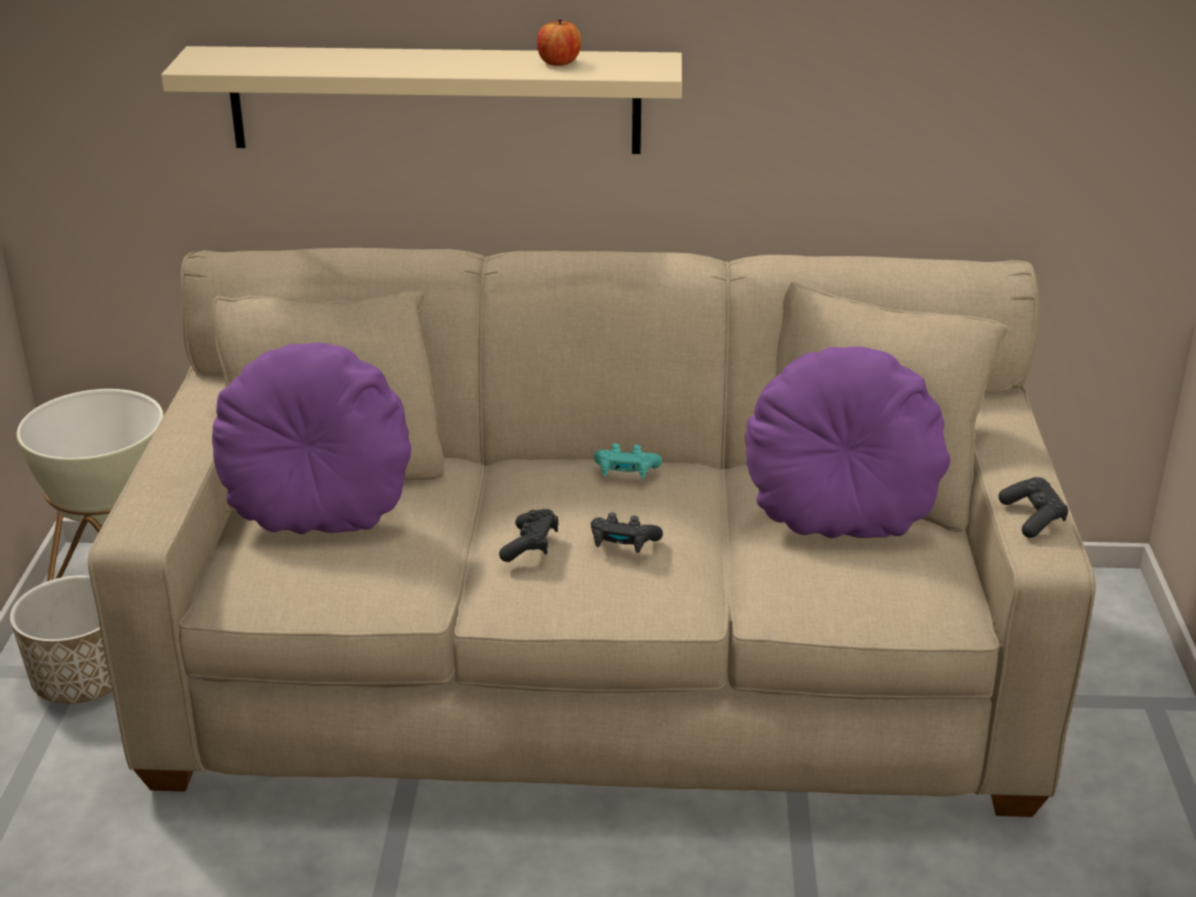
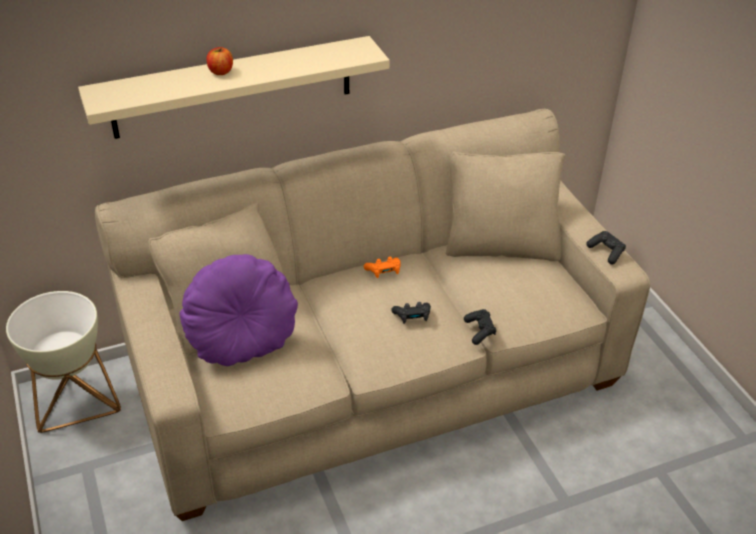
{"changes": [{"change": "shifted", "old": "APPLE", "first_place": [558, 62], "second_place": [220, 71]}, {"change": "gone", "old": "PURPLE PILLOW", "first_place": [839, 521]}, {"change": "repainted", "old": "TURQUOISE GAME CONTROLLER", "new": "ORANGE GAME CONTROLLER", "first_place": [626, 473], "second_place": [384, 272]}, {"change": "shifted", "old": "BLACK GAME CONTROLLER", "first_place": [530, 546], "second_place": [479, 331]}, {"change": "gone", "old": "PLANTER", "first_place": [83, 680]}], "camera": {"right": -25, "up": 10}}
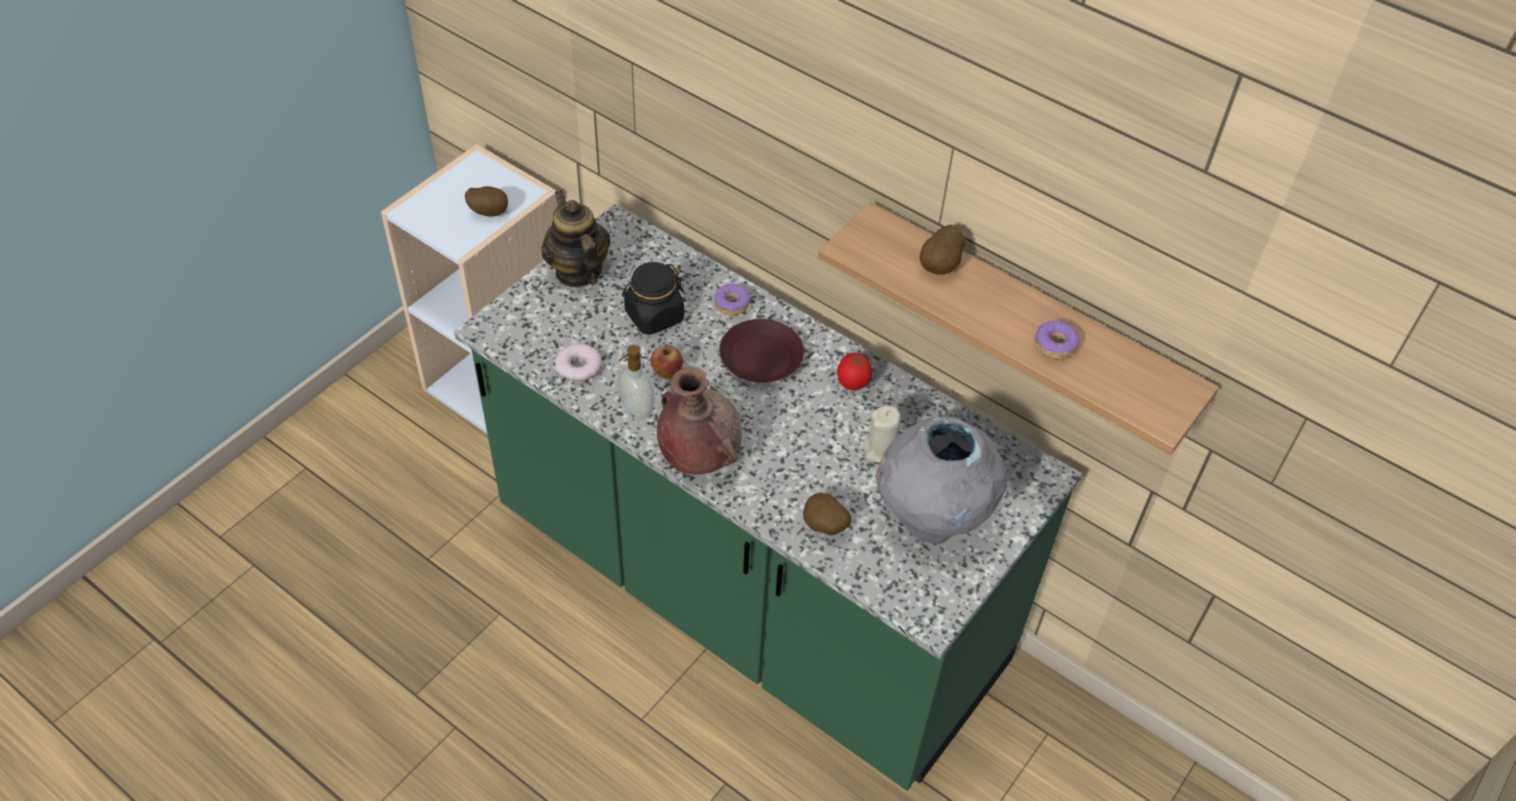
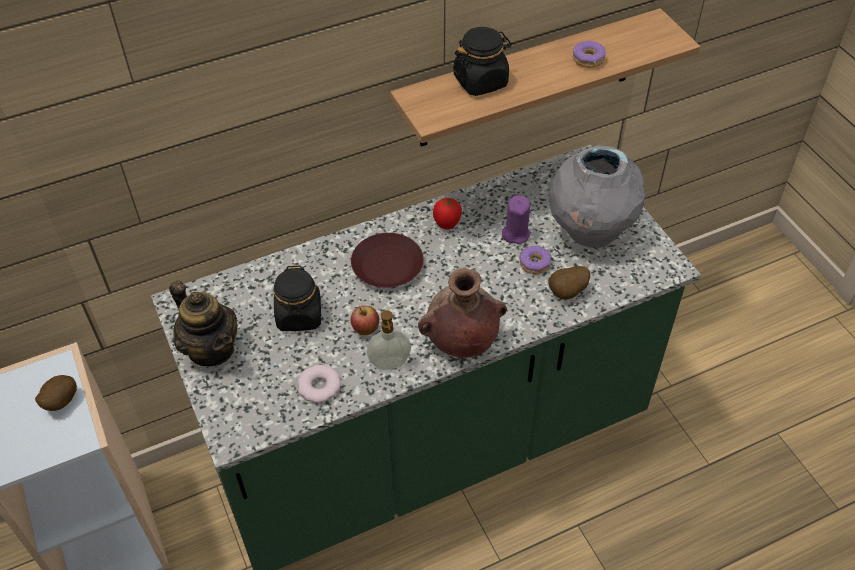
{"changes": [{"change": "rotated", "old": "TEAPOT", "first_place": [578, 271], "second_place": [211, 349], "degrees": -135}, {"change": "swapped", "old": "POTATO", "new": "BLACK JAR", "first_place": [941, 266], "second_place": [481, 81]}, {"change": "shifted", "old": "DONUT", "first_place": [731, 305], "second_place": [535, 264]}, {"change": "repainted", "old": "BEIGE CANDLE", "new": "PURPLE CANDLE", "first_place": [881, 449], "second_place": [515, 233]}], "camera": {"right": -60, "up": 0}}
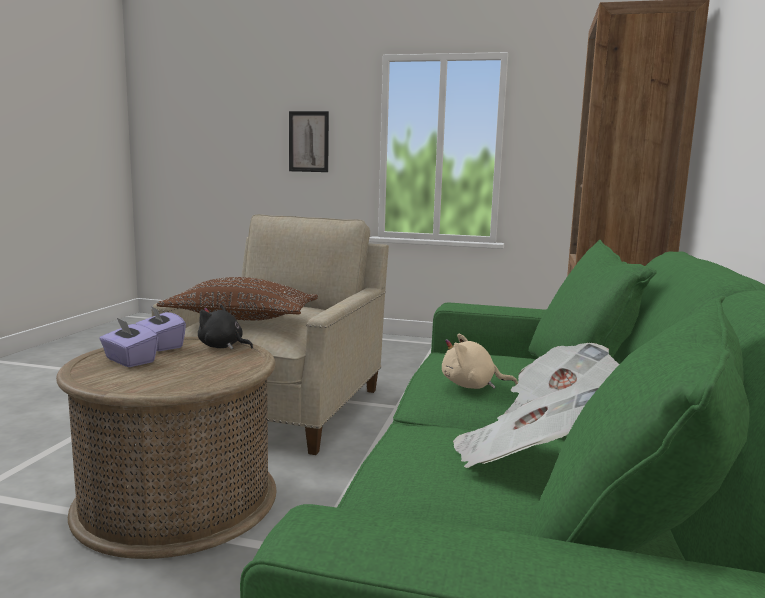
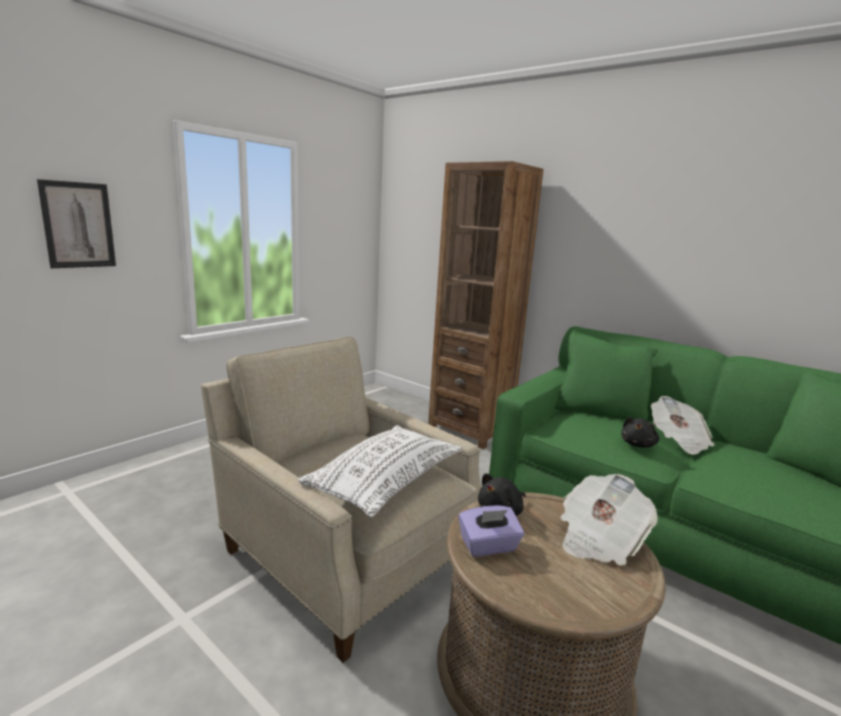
{"changes": [{"change": "repainted", "old": "BROWN PILLOW", "new": "WHITE PILLOW", "first_place": [241, 318], "second_place": [386, 482]}, {"change": "gone", "old": "PURPLE TISSUE BOX", "first_place": [129, 361]}, {"change": "repainted", "old": "BEIGE PLUSH TOY", "new": "BLACK PLUSH TOY", "first_place": [472, 386], "second_place": [638, 444]}, {"change": "shifted", "old": "NEWSPAPER", "first_place": [519, 460], "second_place": [599, 539]}], "camera": {"right": -65, "up": 5}}
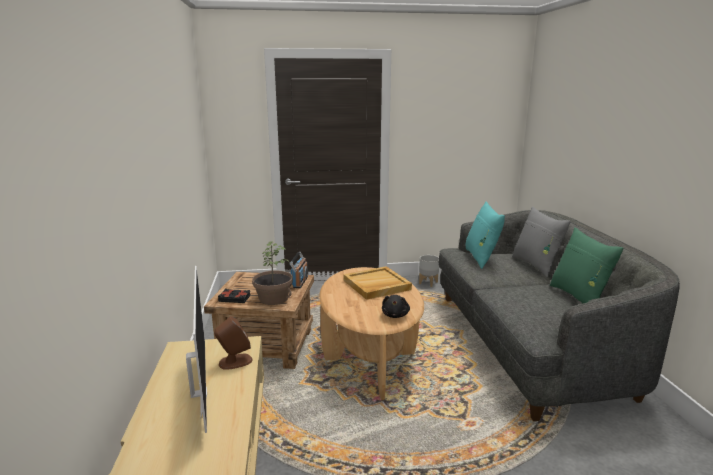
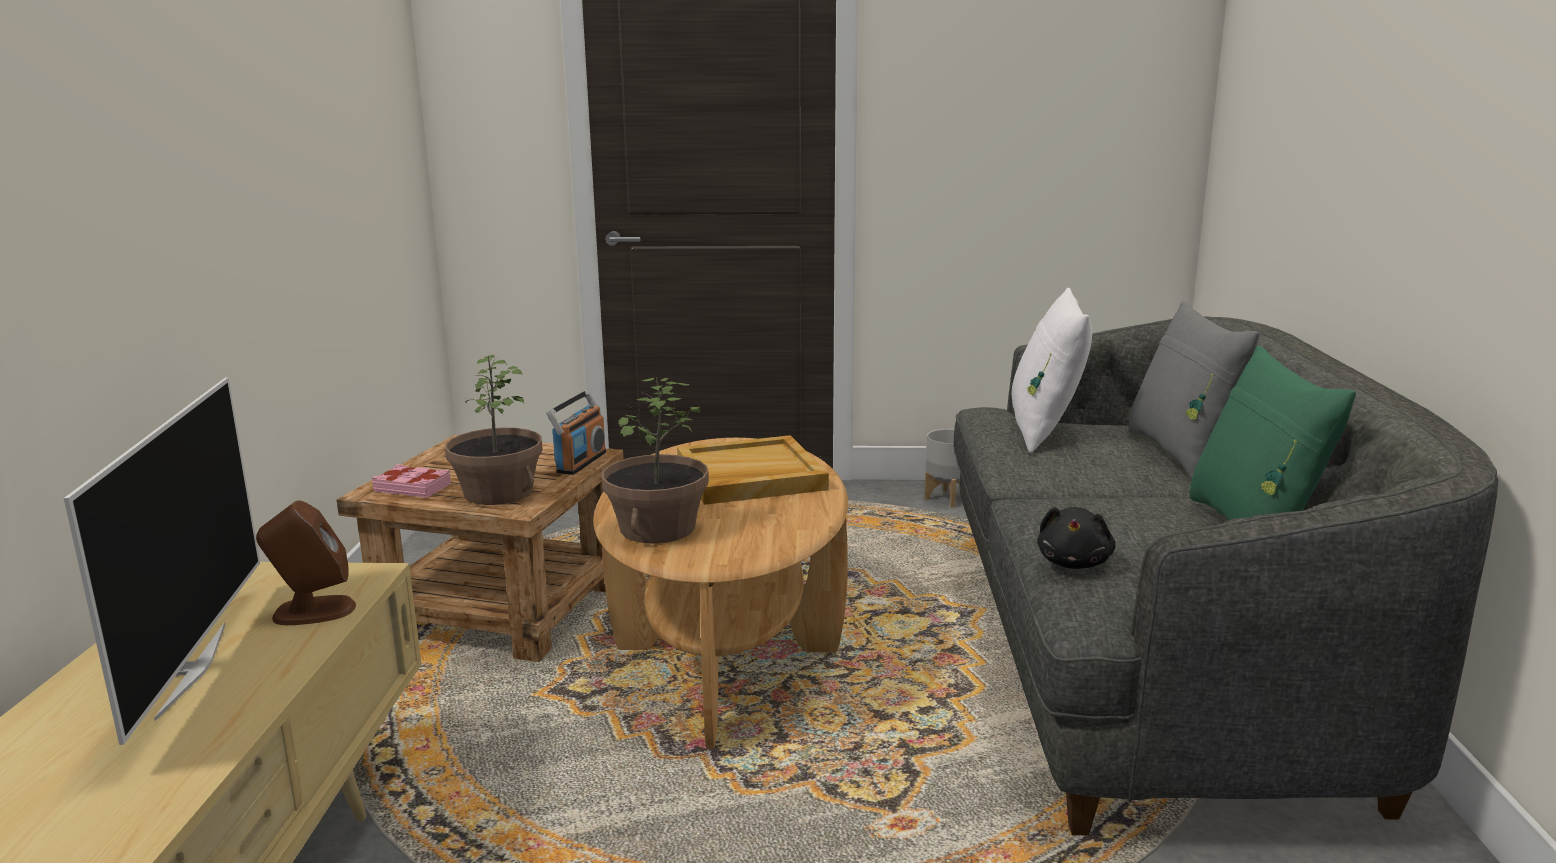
{"changes": [{"change": "repainted", "old": "TURQUOISE PILLOW", "new": "WHITE PILLOW", "first_place": [481, 258], "second_place": [1045, 431]}, {"change": "repainted", "old": "BLACK BOOK", "new": "PINK BOOK", "first_place": [234, 298], "second_place": [413, 487]}, {"change": "shifted", "old": "BLACK PLUSH TOY", "first_place": [395, 315], "second_place": [1074, 563]}, {"change": "new", "new": "POTTED PLANT", "second_place": [656, 528]}], "camera": {"right": 10, "up": 0}}
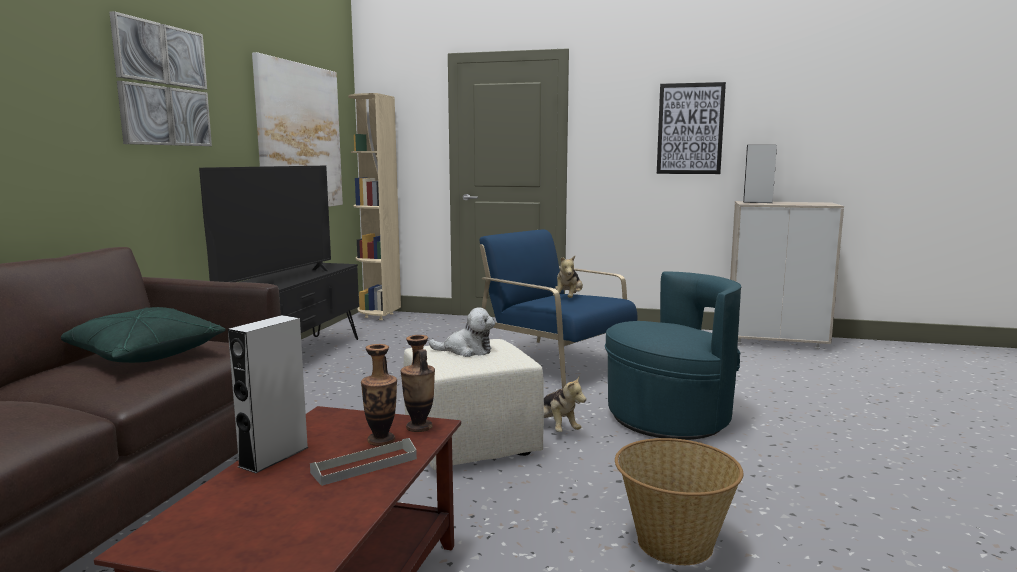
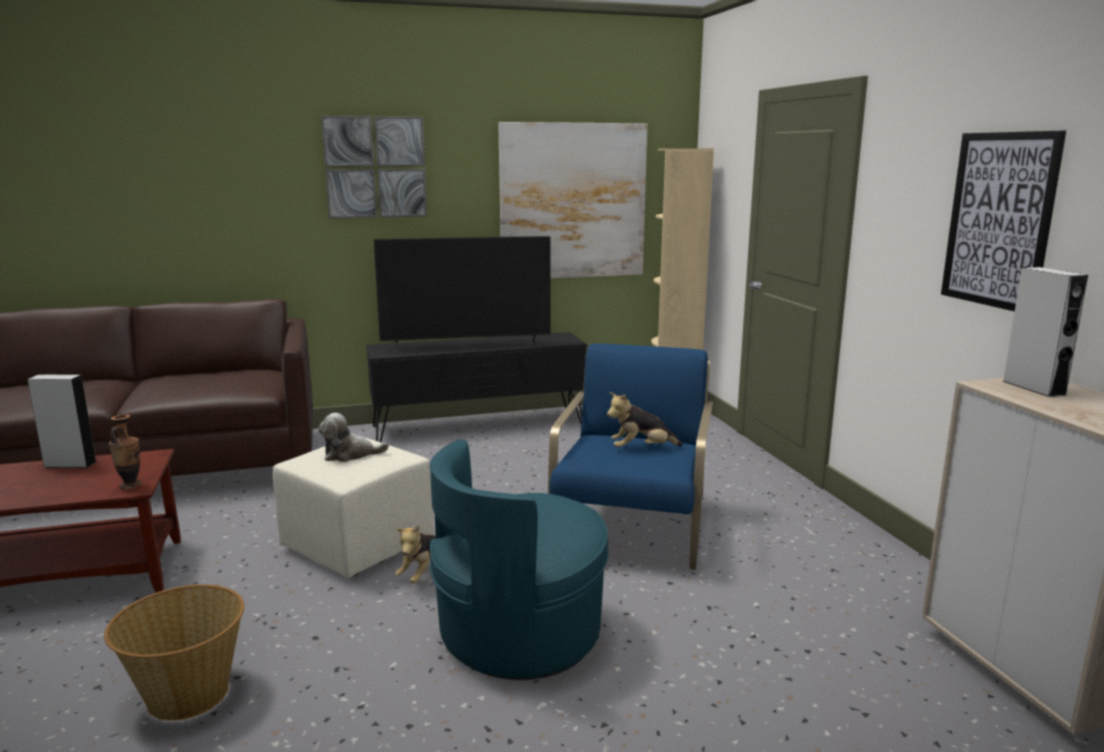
{"changes": [{"change": "rotated", "old": "TURQUOISE ARMCHAIR", "first_place": [667, 417], "second_place": [520, 632], "degrees": 105}, {"change": "gone", "old": "GREEN PILLOW", "first_place": [143, 355]}, {"change": "rotated", "old": "PLUSH TOY", "first_place": [466, 351], "second_place": [350, 454], "degrees": 105}, {"change": "gone", "old": "VASE", "first_place": [381, 440]}, {"change": "gone", "old": "GREY TRAY", "first_place": [364, 466]}], "camera": {"right": 60, "up": 5}}
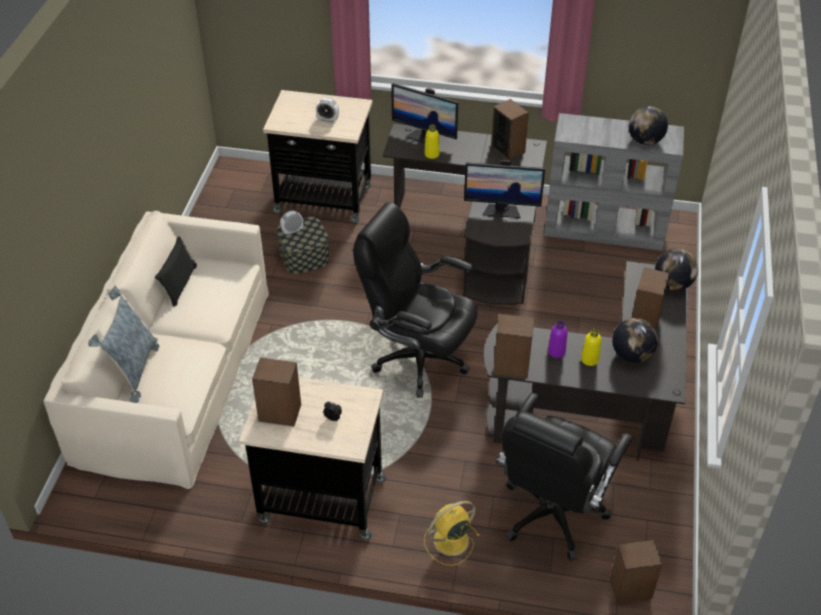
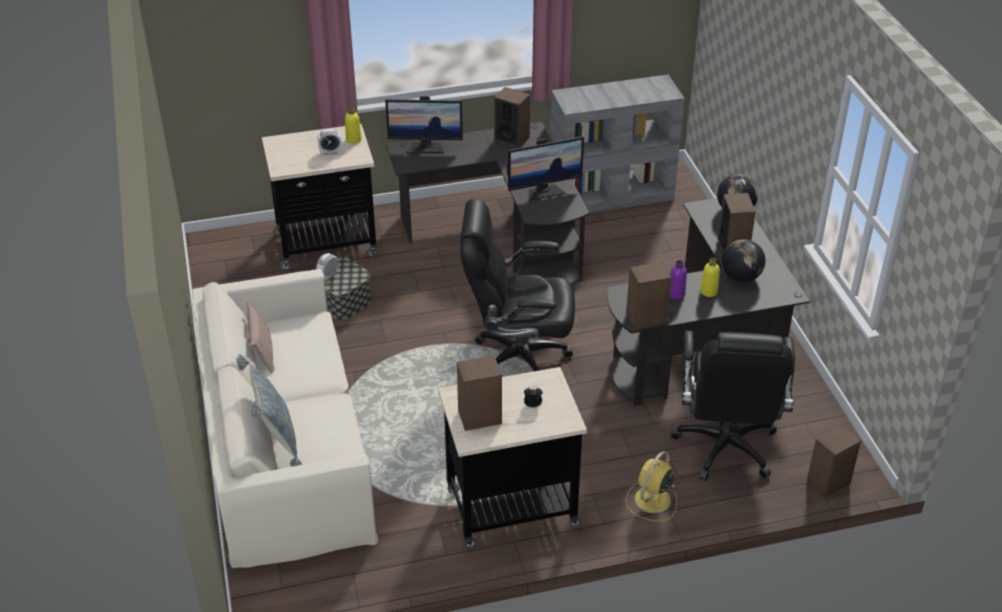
{"changes": [{"change": "gone", "old": "GLOBE", "first_place": [645, 141]}, {"change": "shifted", "old": "YELLOW BOTTLE", "first_place": [432, 154], "second_place": [353, 139]}, {"change": "repainted", "old": "BLACK PILLOW", "new": "BEIGE PILLOW", "first_place": [179, 284], "second_place": [262, 352]}], "camera": {"right": -25, "up": -5}}
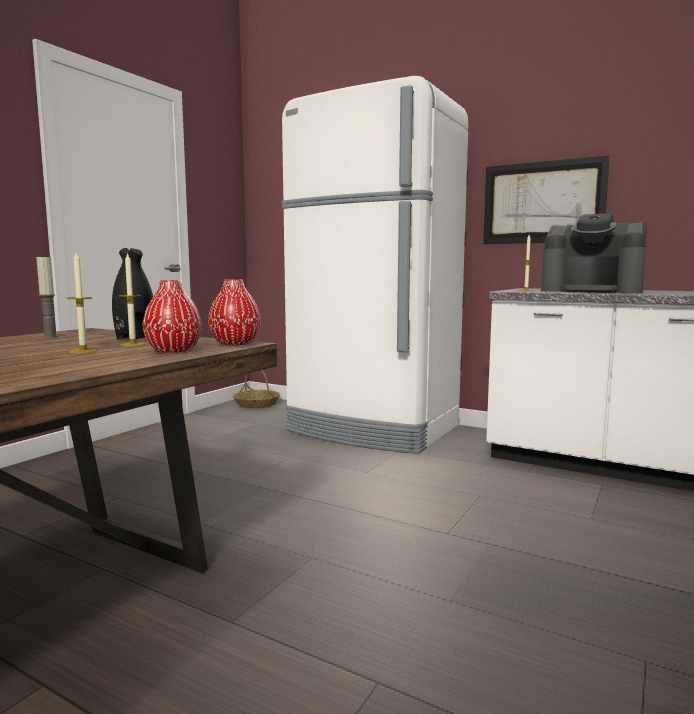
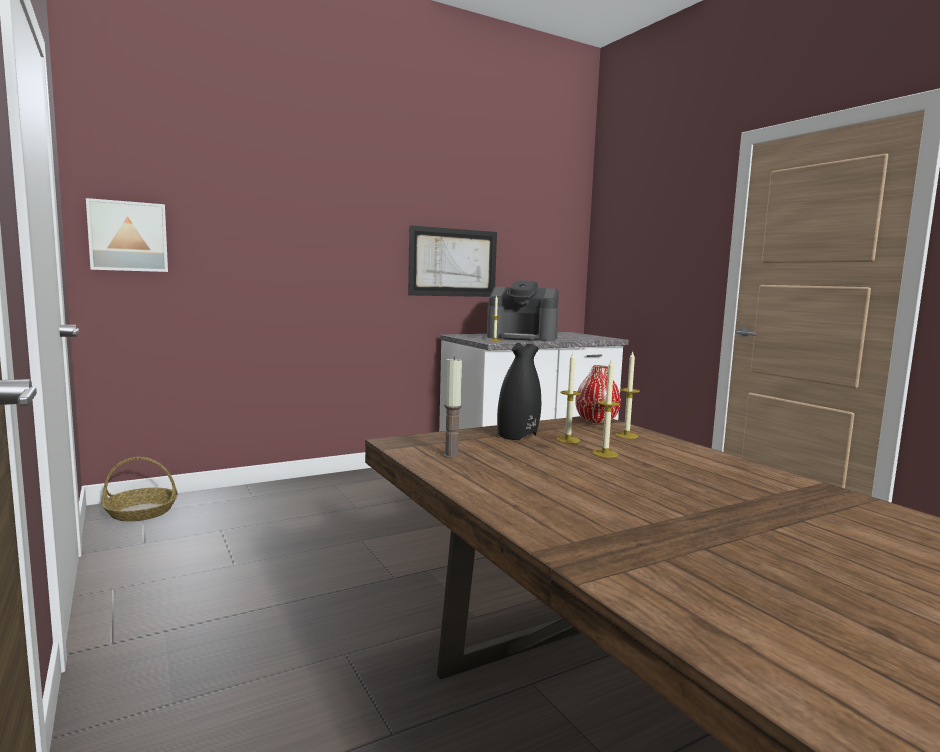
{"changes": [{"change": "gone", "old": "WHITE FRIDGE", "first_place": [373, 429]}, {"change": "rotated", "old": "COFFEE MACHINE", "first_place": [592, 291], "second_place": [522, 337], "degrees": 45}, {"change": "swapped", "old": "RED VASE", "new": "CANDLE", "first_place": [173, 351], "second_place": [626, 435]}, {"change": "new", "new": "PICTURE", "second_place": [128, 236]}], "camera": {"right": -60, "up": 0}}
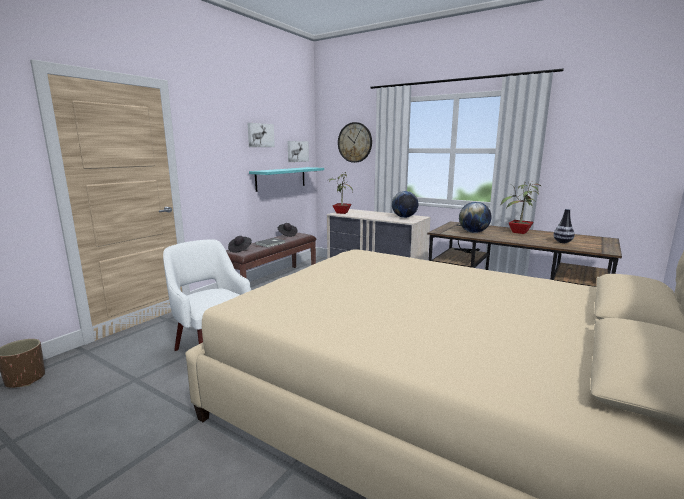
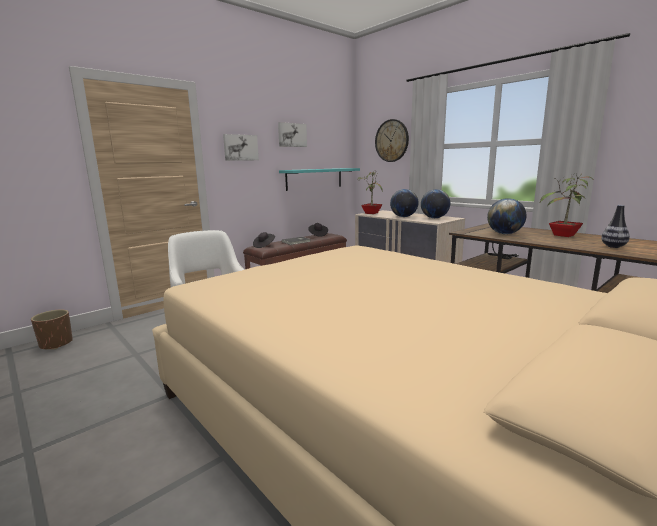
{"changes": [{"change": "shifted", "old": "PICTURE", "first_place": [297, 151], "second_place": [240, 147]}, {"change": "new", "new": "GLOBE", "second_place": [403, 217]}], "camera": {"right": 15, "up": 0}}
